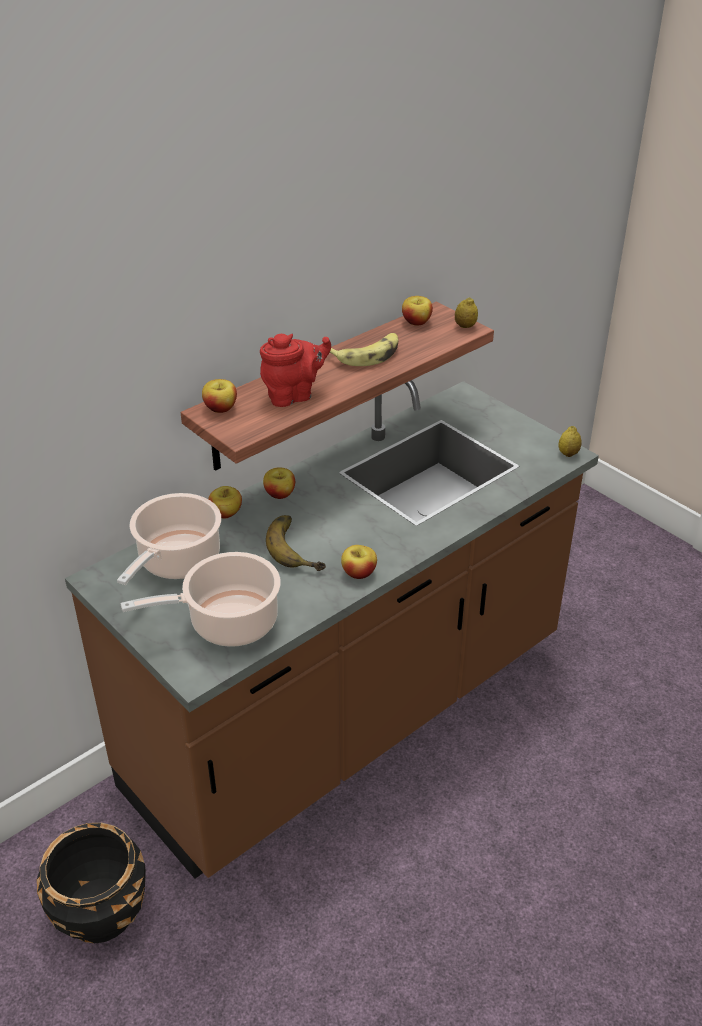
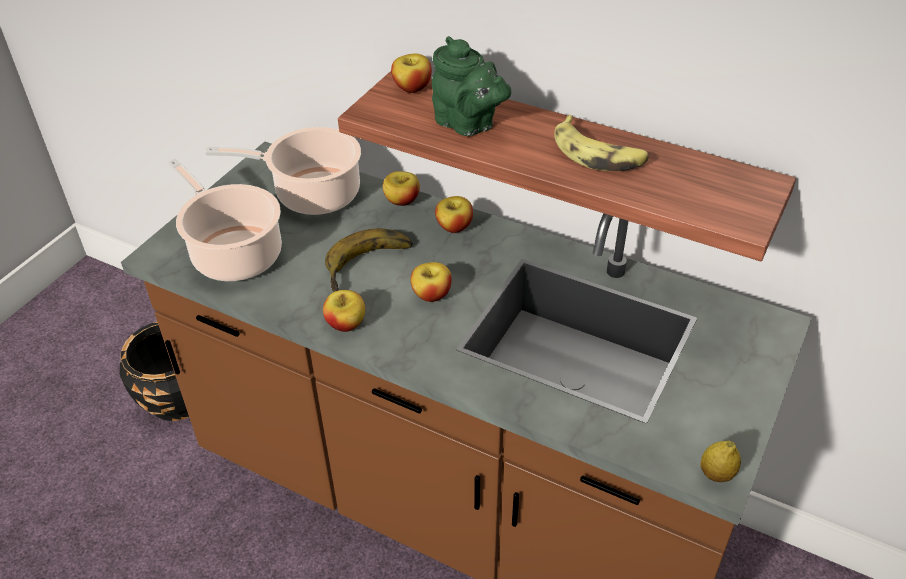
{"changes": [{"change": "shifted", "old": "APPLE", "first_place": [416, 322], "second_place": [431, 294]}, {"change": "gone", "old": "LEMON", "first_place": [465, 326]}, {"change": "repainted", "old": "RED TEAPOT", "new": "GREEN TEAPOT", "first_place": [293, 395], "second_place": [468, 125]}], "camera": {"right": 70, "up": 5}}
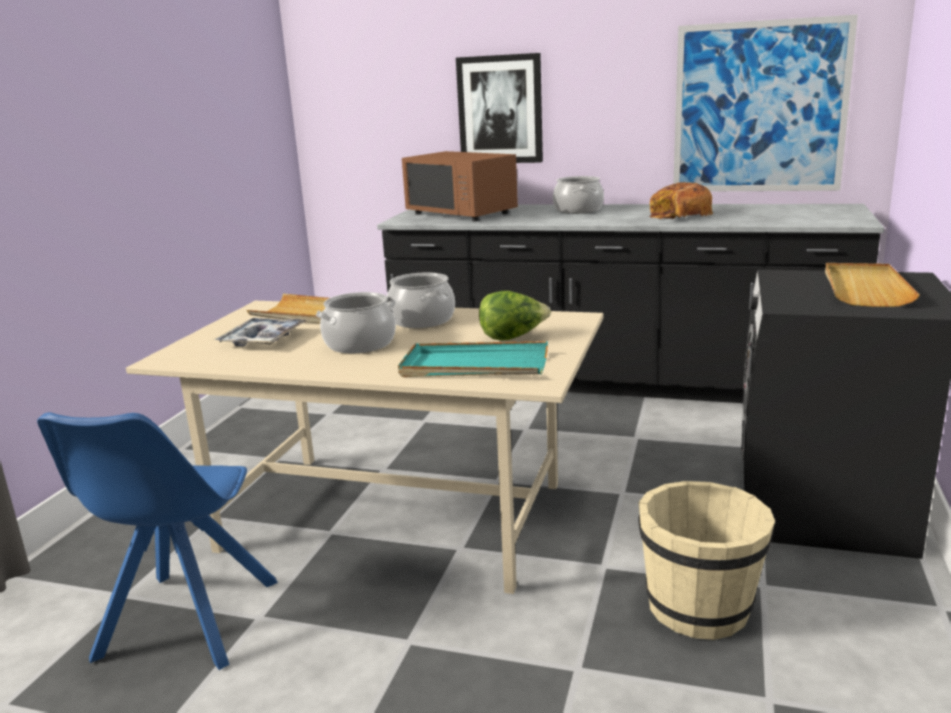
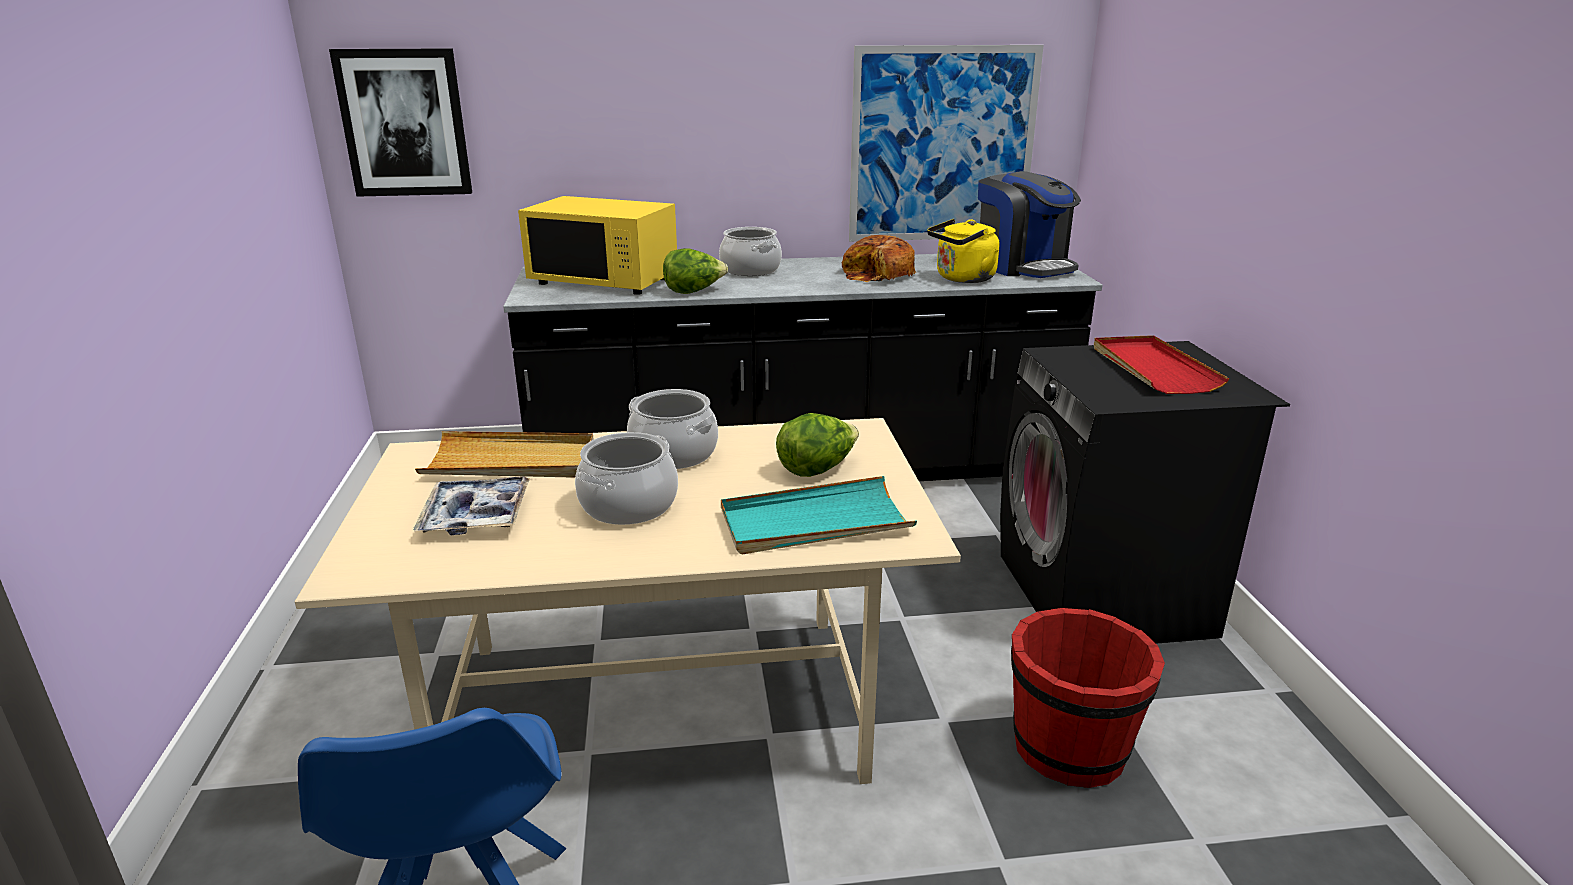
{"changes": [{"change": "shifted", "old": "PICTURE", "first_place": [500, 110], "second_place": [404, 123]}, {"change": "repainted", "old": "BROWN MICROWAVE", "new": "YELLOW MICROWAVE", "first_place": [462, 213], "second_place": [604, 281]}, {"change": "repainted", "old": "BEIGE TRAY", "new": "RED TRAY", "first_place": [864, 288], "second_place": [1153, 368]}, {"change": "repainted", "old": "BEIGE BUCKET", "new": "RED BUCKET", "first_place": [699, 607], "second_place": [1070, 748]}, {"change": "new", "new": "COFFEE MACHINE", "second_place": [1023, 266]}, {"change": "new", "new": "YELLOW KETTLE", "second_place": [962, 279]}, {"change": "new", "new": "LETTUCE", "second_place": [694, 292]}], "camera": {"right": -25, "up": 5}}
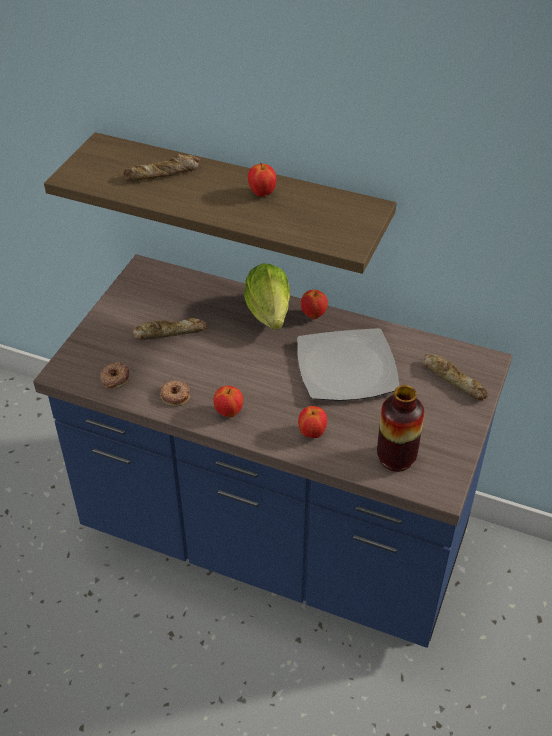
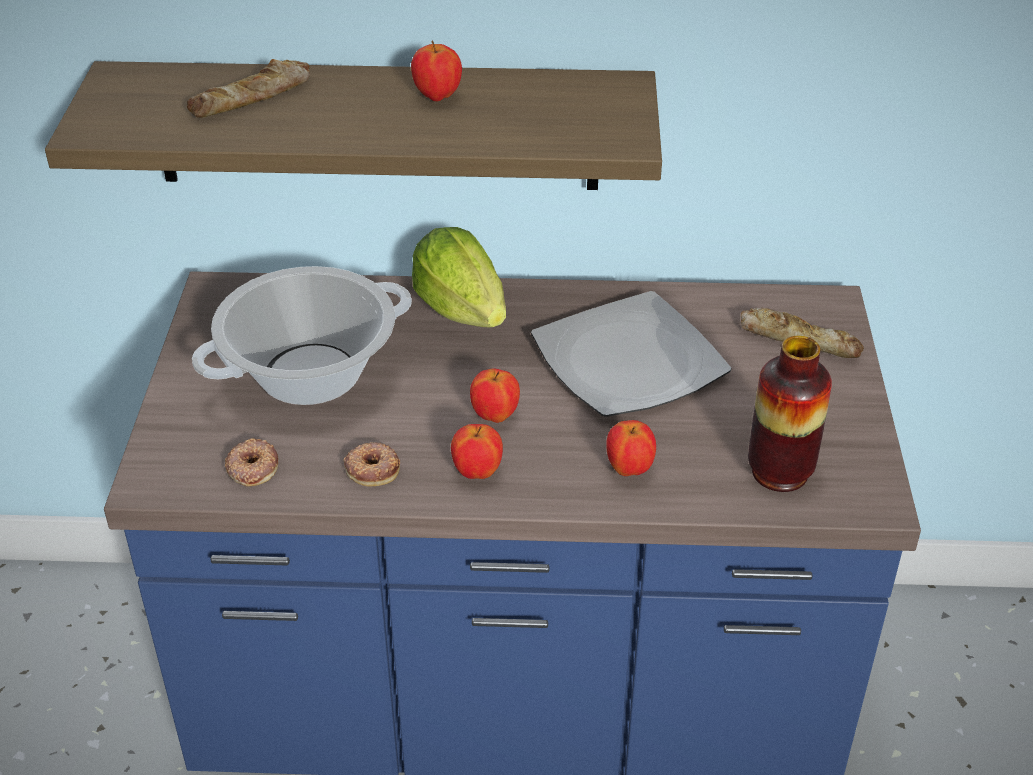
{"changes": [{"change": "shifted", "old": "APPLE", "first_place": [313, 315], "second_place": [495, 416]}, {"change": "swapped", "old": "BREAD", "new": "COOKING POT", "first_place": [169, 332], "second_place": [311, 375]}], "camera": {"right": -20, "up": -5}}
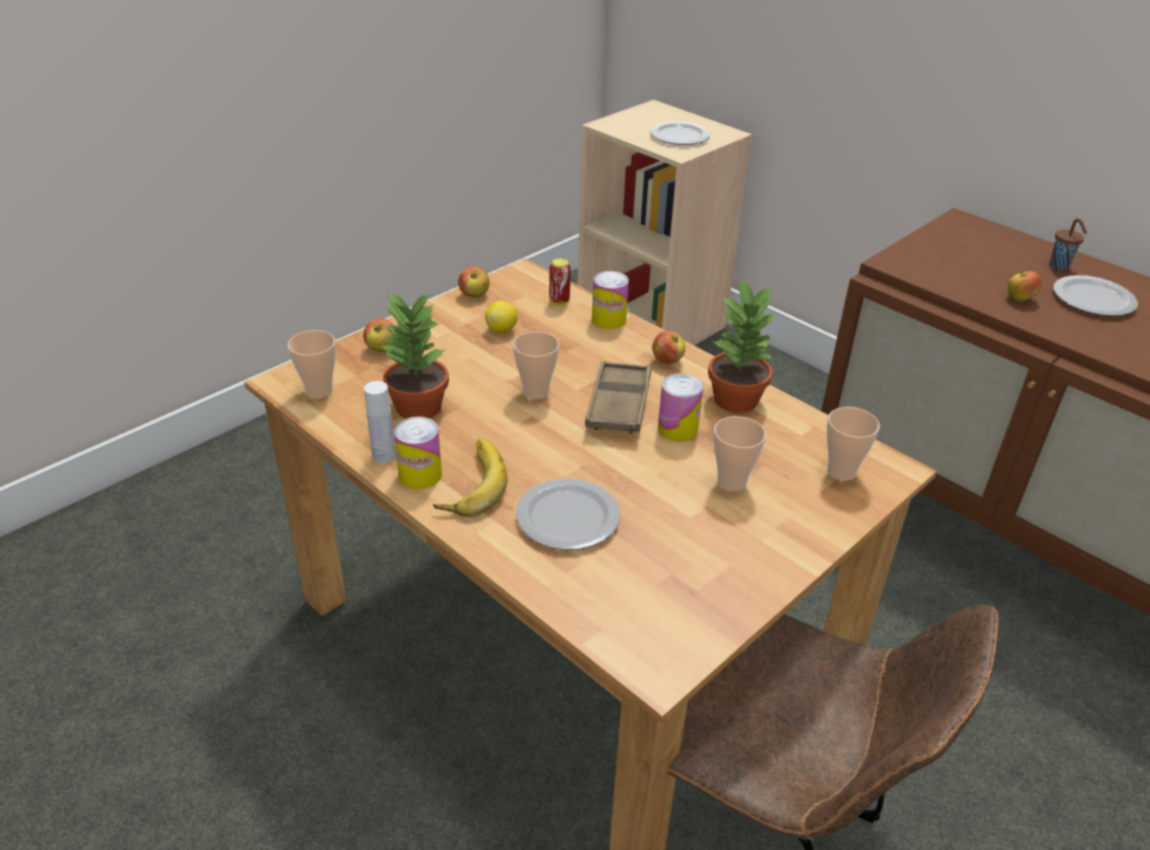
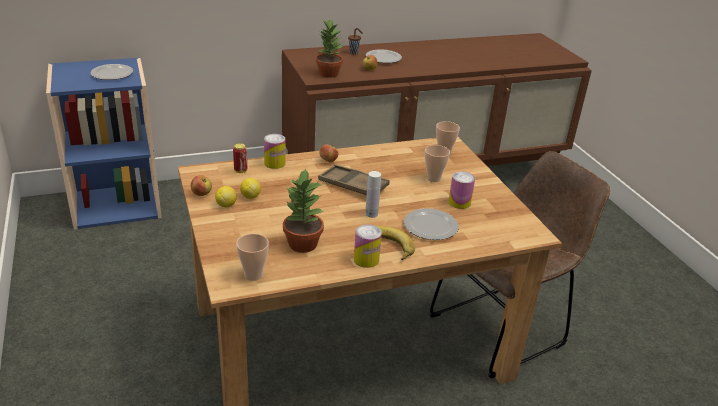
{"changes": [{"change": "repainted", "old": "BEIGE BOOKCASE", "new": "BLUE BOOKCASE", "first_place": [653, 322], "second_place": [118, 204]}, {"change": "shifted", "old": "POTTED PLANT", "first_place": [736, 399], "second_place": [328, 73]}, {"change": "gone", "old": "APPLE", "first_place": [382, 349]}, {"change": "gone", "old": "CUP", "first_place": [536, 392]}, {"change": "shifted", "old": "CAN", "first_place": [677, 429], "second_place": [459, 202]}, {"change": "shifted", "old": "WHITE BOTTLE", "first_place": [384, 455], "second_place": [371, 214]}, {"change": "new", "new": "LEMON", "second_place": [226, 205]}], "camera": {"right": -65, "up": -5}}
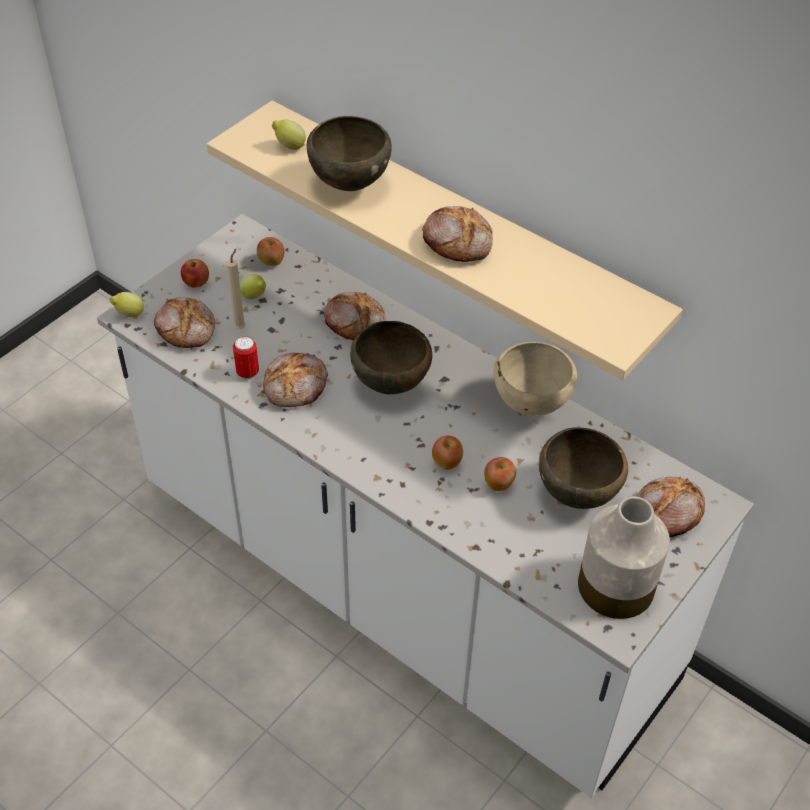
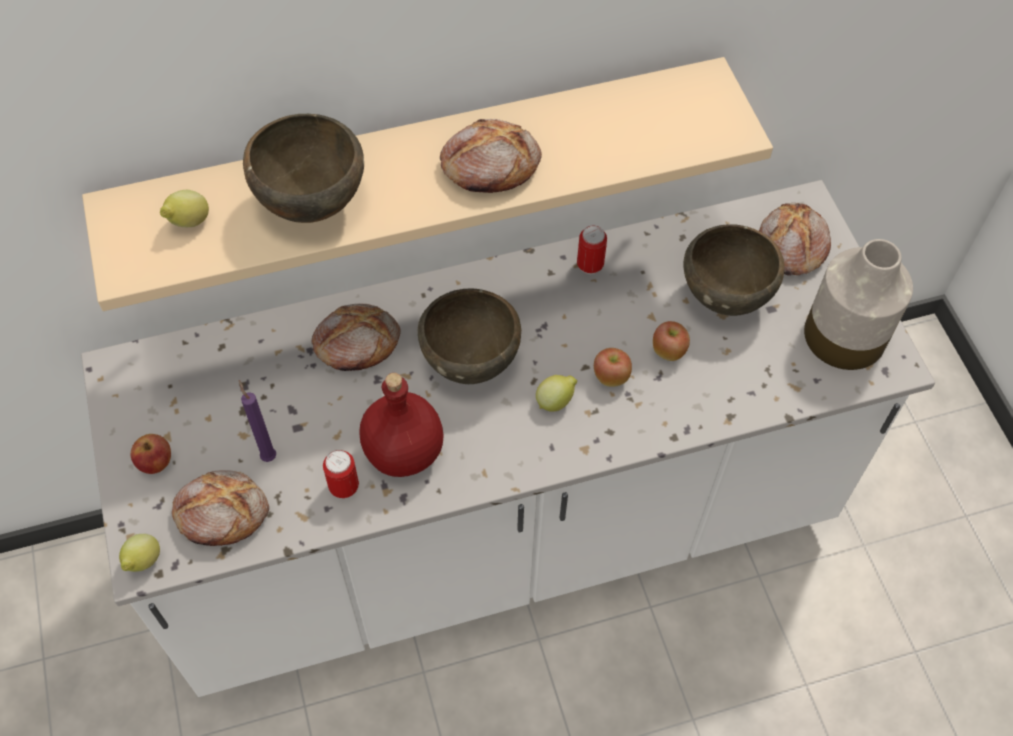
{"changes": [{"change": "gone", "old": "APPLE", "first_place": [271, 262]}, {"change": "repainted", "old": "BEIGE CANDLE", "new": "PURPLE CANDLE", "first_place": [241, 327], "second_place": [268, 455]}, {"change": "shifted", "old": "LEMON", "first_place": [254, 297], "second_place": [555, 401]}, {"change": "swapped", "old": "BEIGE BOWL", "new": "CAN", "first_place": [529, 405], "second_place": [590, 265]}, {"change": "swapped", "old": "BREAD", "new": "RED BOTTLE", "first_place": [297, 386], "second_place": [404, 451]}], "camera": {"right": -55, "up": 10}}
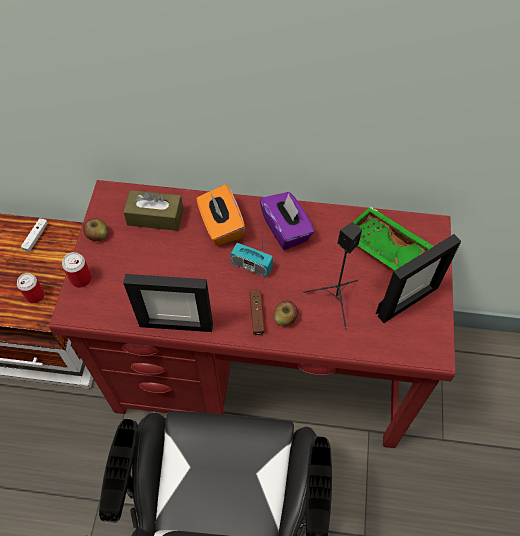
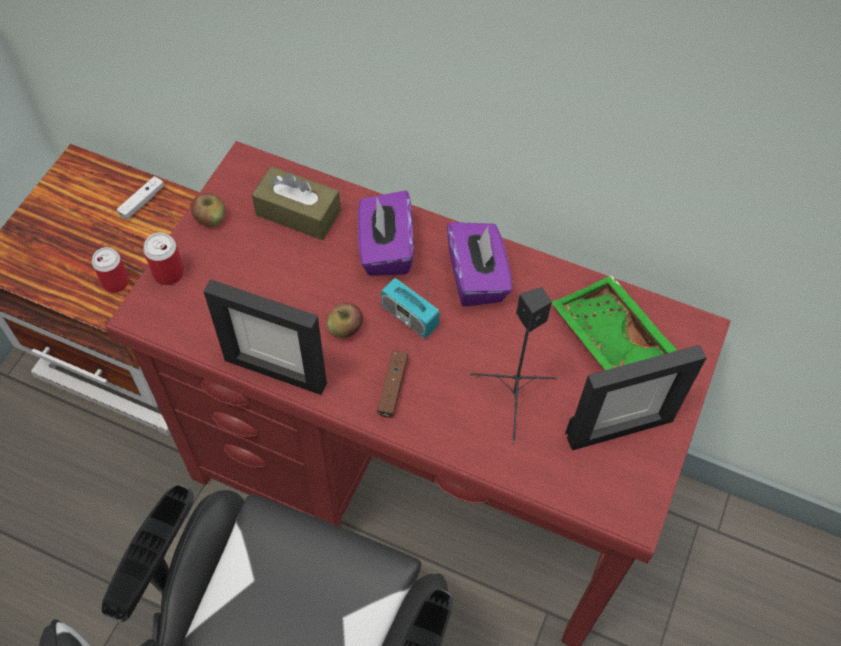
{"changes": [{"change": "repainted", "old": "ORANGE TISSUE BOX", "new": "PURPLE TISSUE BOX", "first_place": [221, 226], "second_place": [385, 249]}, {"change": "shifted", "old": "APPLE", "first_place": [285, 318], "second_place": [345, 328]}], "camera": {"right": 15, "up": 0}}
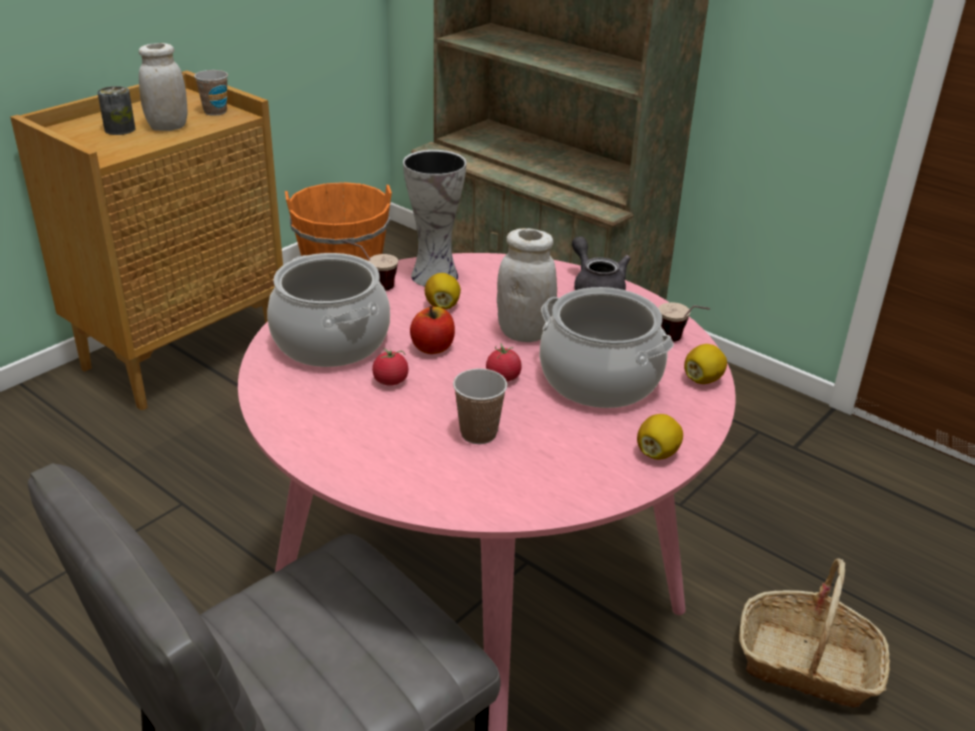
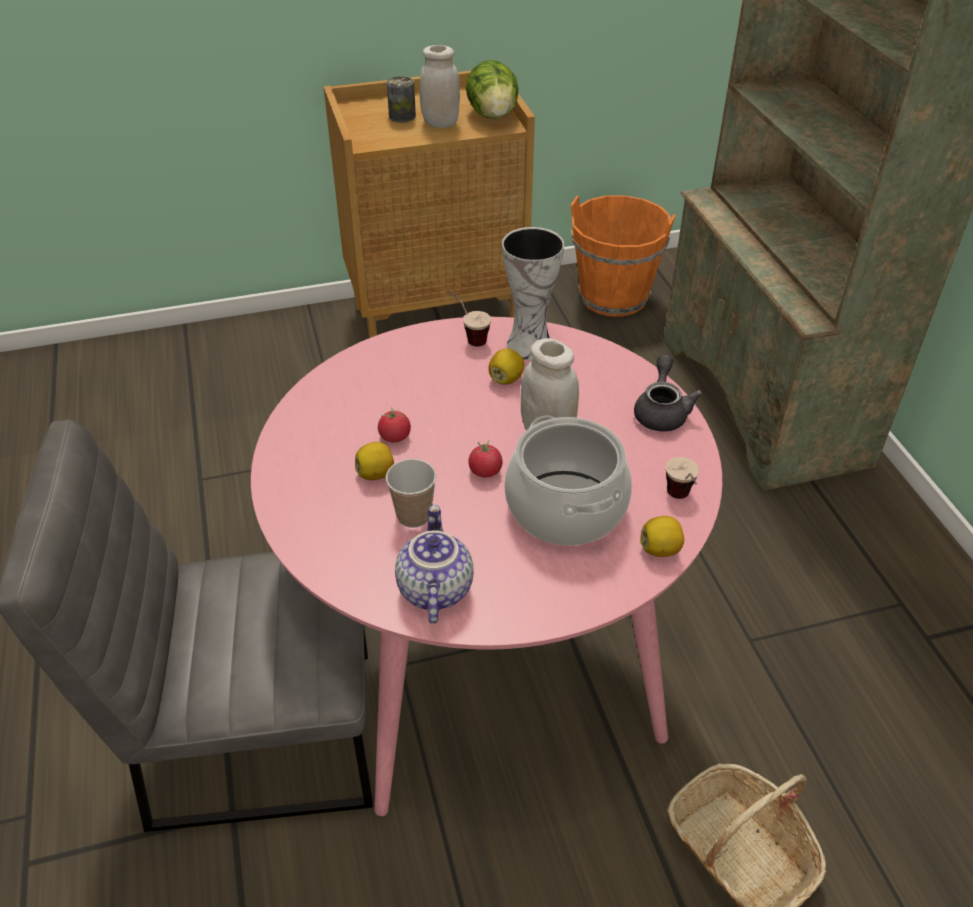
{"changes": [{"change": "swapped", "old": "CUP", "new": "LETTUCE", "first_place": [215, 112], "second_place": [493, 116]}, {"change": "gone", "old": "COOKING POT", "first_place": [332, 341]}, {"change": "gone", "old": "APPLE", "first_place": [433, 348]}, {"change": "shifted", "old": "LEMON", "first_place": [657, 453], "second_place": [376, 474]}, {"change": "new", "new": "TEAPOT", "second_place": [433, 589]}], "camera": {"right": 35, "up": 10}}
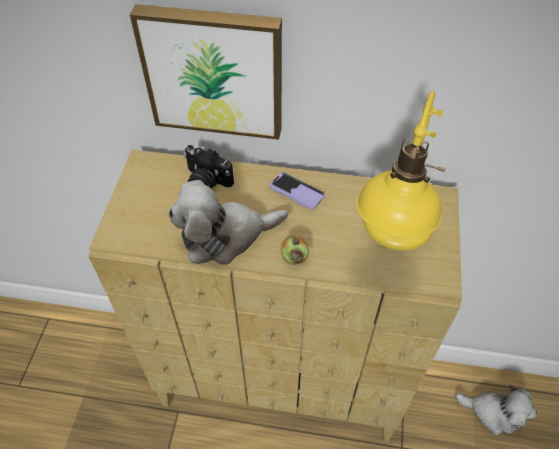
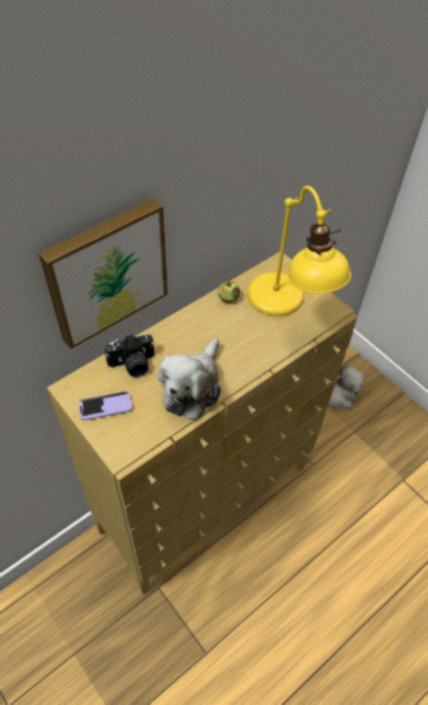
{"changes": [{"change": "shifted", "old": "PHONE", "first_place": [296, 192], "second_place": [105, 406]}, {"change": "shifted", "old": "APPLE", "first_place": [294, 257], "second_place": [228, 298]}], "camera": {"right": -50, "up": 0}}
